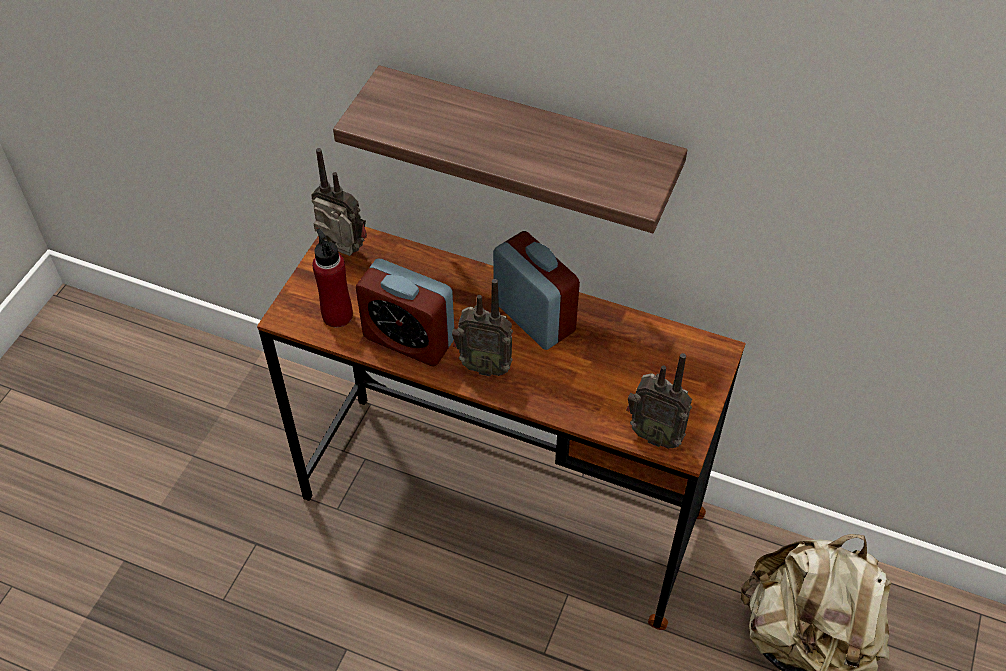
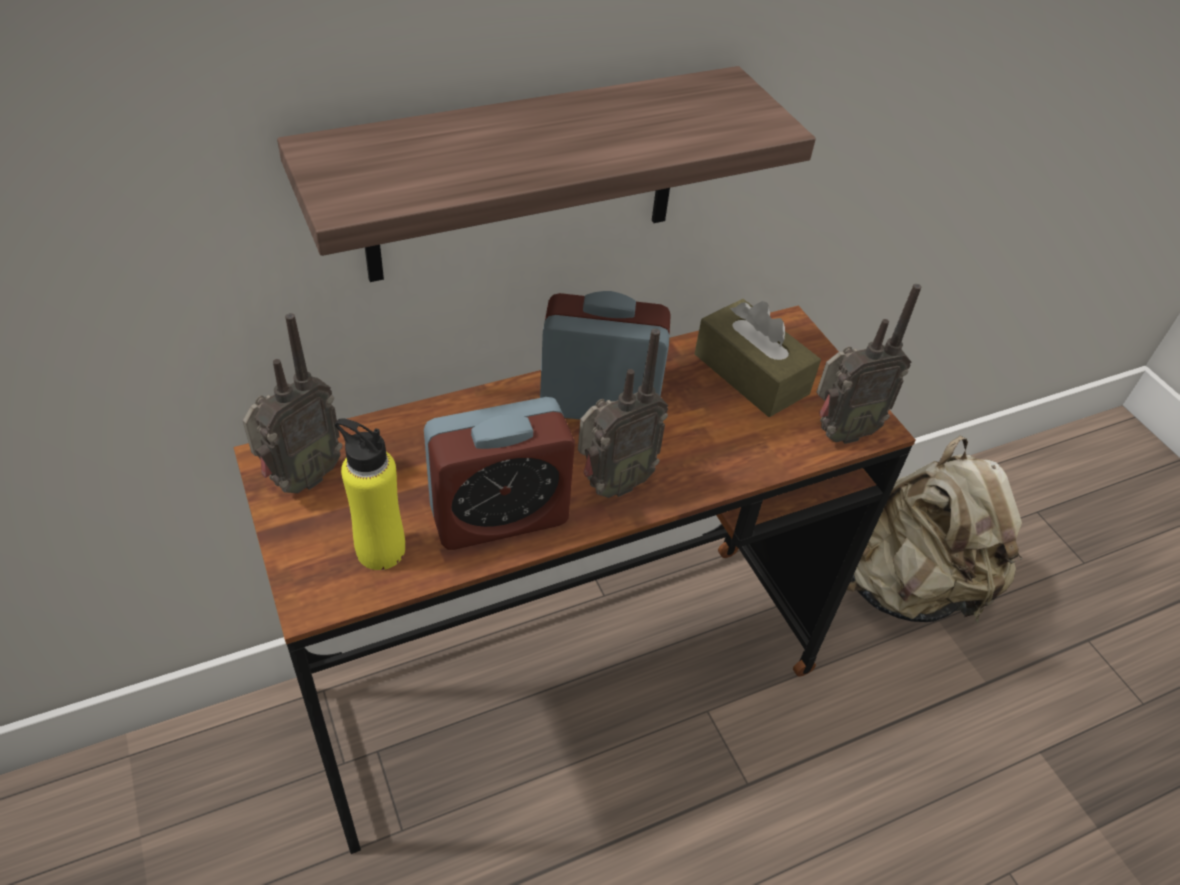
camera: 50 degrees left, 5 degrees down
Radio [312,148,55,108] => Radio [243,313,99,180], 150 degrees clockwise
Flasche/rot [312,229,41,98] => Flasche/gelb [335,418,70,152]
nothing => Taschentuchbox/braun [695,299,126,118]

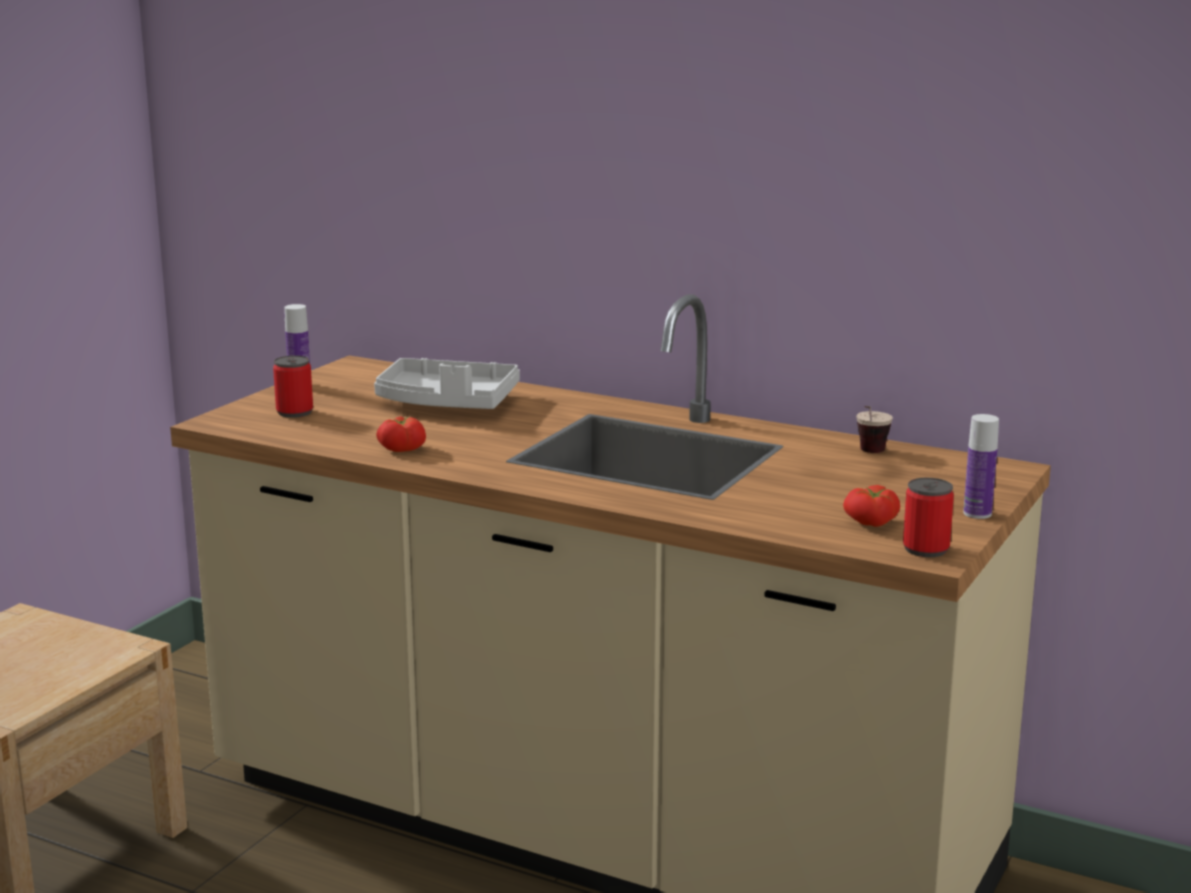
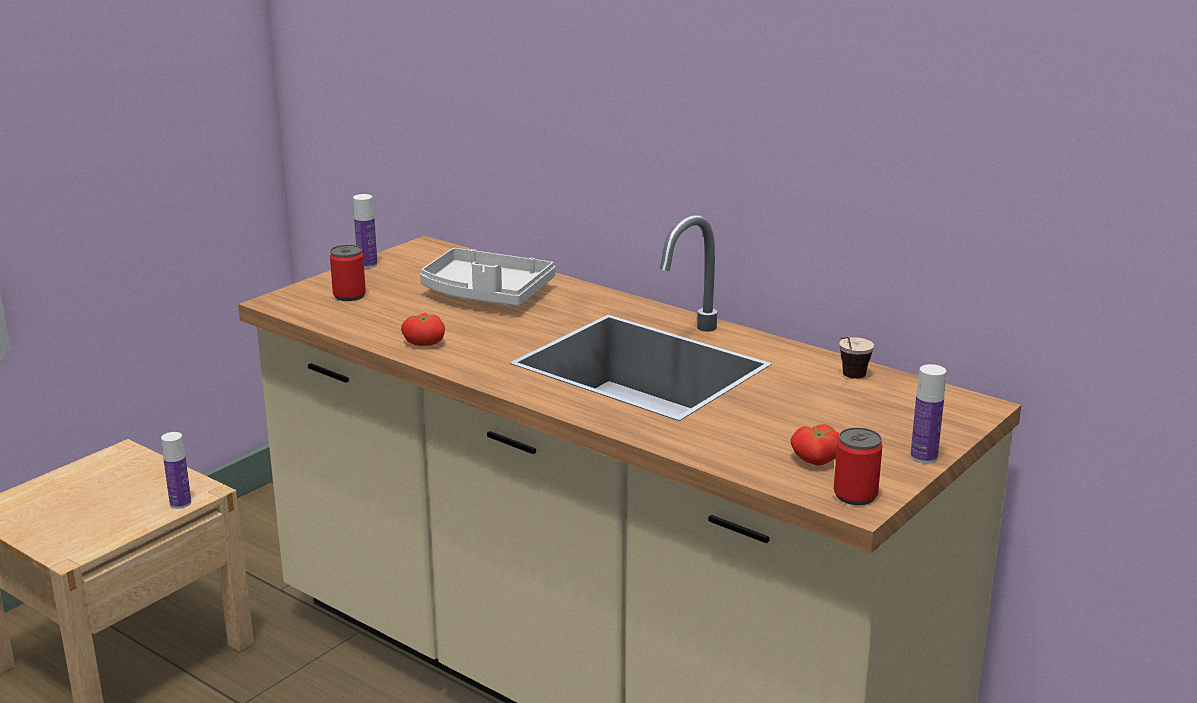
camera: 10 degrees right, 5 degrees up
nothing => Flasche [161,432,30,77]

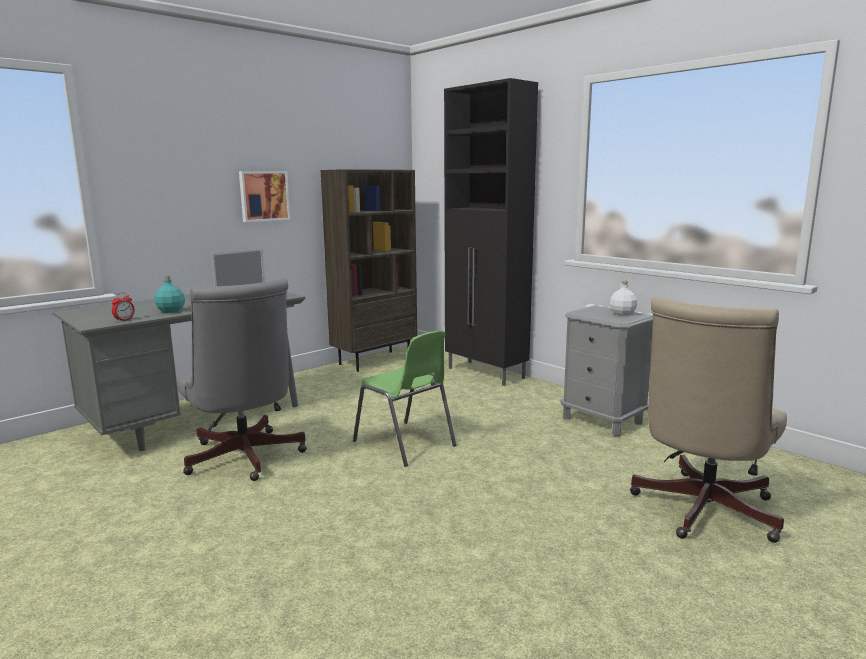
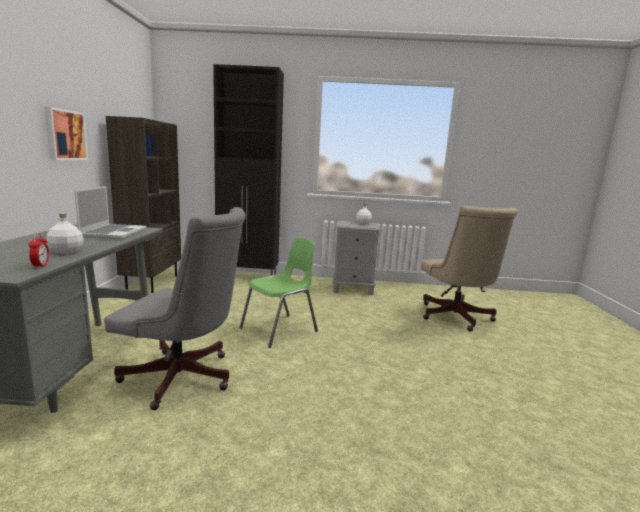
camera: 45 degrees left, 0 degrees up
Flasche/türkis [154,276,31,37] => Flasche/weiß [47,213,37,41]
Stuhl/grün [353,331,103,135] => Stuhl/grün [240,237,78,111], 45 degrees counterclockwise

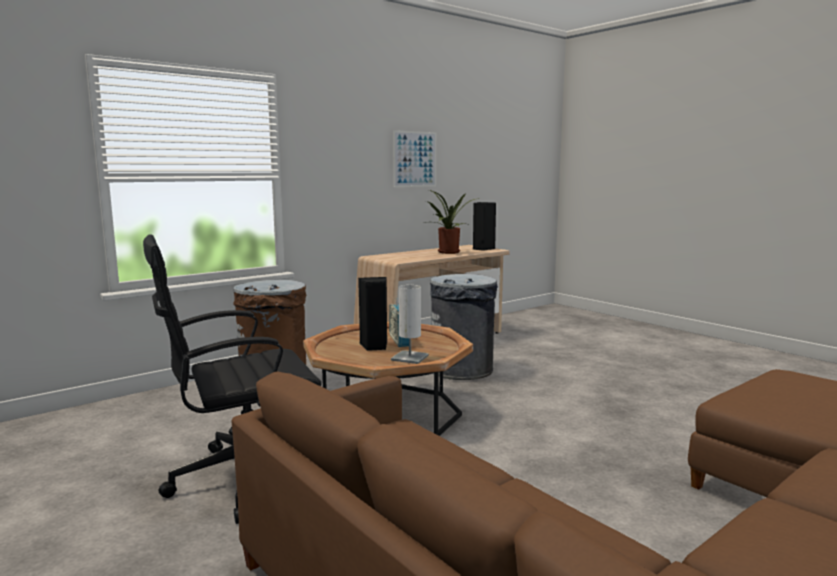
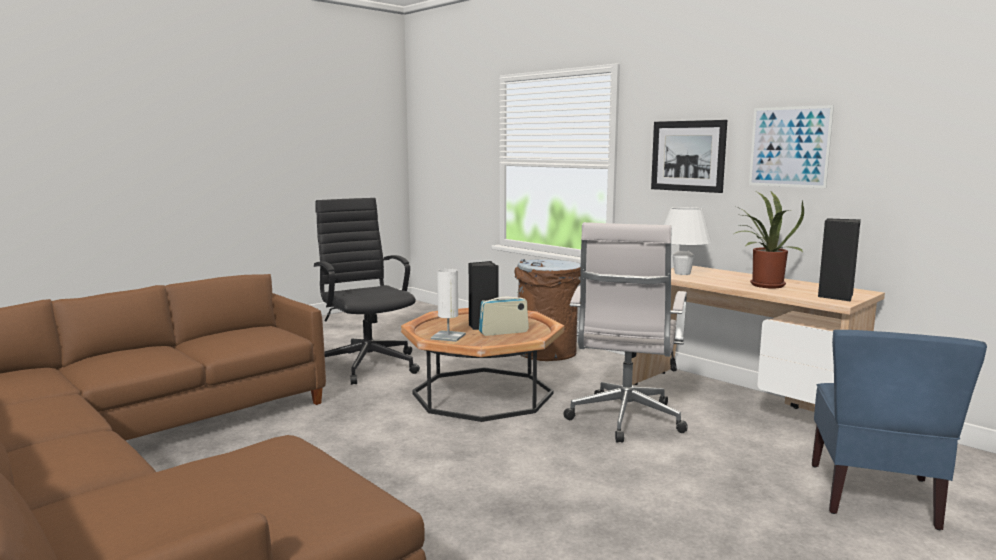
camera: 85 degrees right, 0 degrees up
Mülleimer/grau [430,274,68,106] => Bürostuhl/weiß [564,222,123,221]
nothing => Bild [651,120,76,73]
nothing => Tischlampe/weiß [664,207,47,68]
nothing => Stuhl/blau [812,330,175,200]

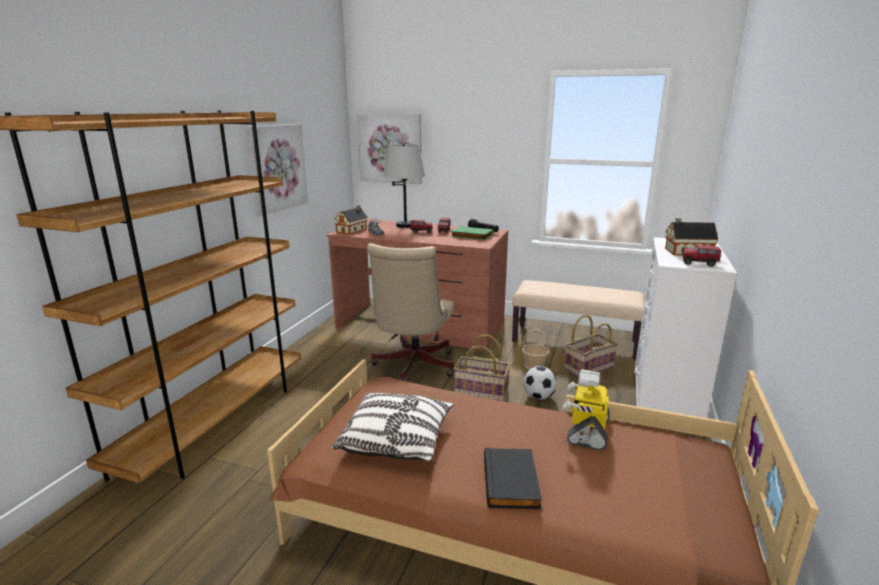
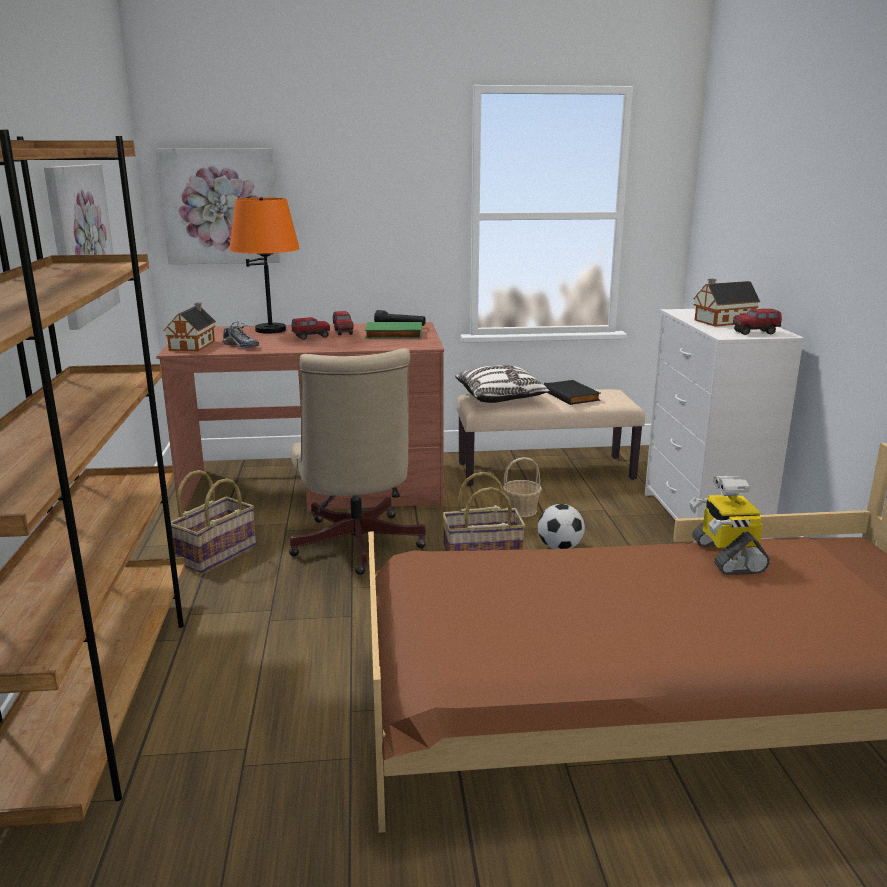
camera: 25 degrees left, 0 degrees up
Korb [564,315,54,62] => Korb [171,470,85,103], move
Tischlampe/grau [383,144,43,84] => Tischlampe/orange [229,197,71,137]
Kissen [332,392,122,70] => Kissen [455,365,96,38], move
Buch/schwarz [484,448,58,61] => Buch/schwarz [544,380,57,25], move

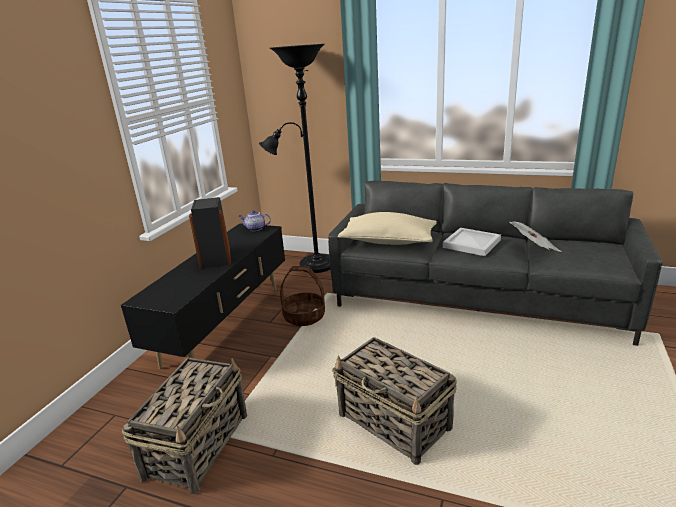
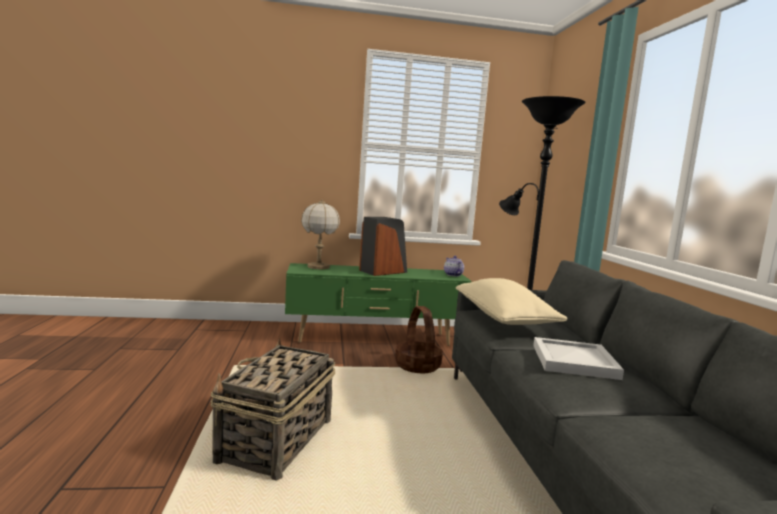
camera: 60 degrees right, 15 degrees down
Fernsehschrank/schwarz [121,223,164,146] => Fernsehschrank/grün [285,263,187,83]
nothing => Tischlampe [301,199,39,70]
Korb [122,357,125,138] => nothing
Zeitung [509,221,53,31] => nothing

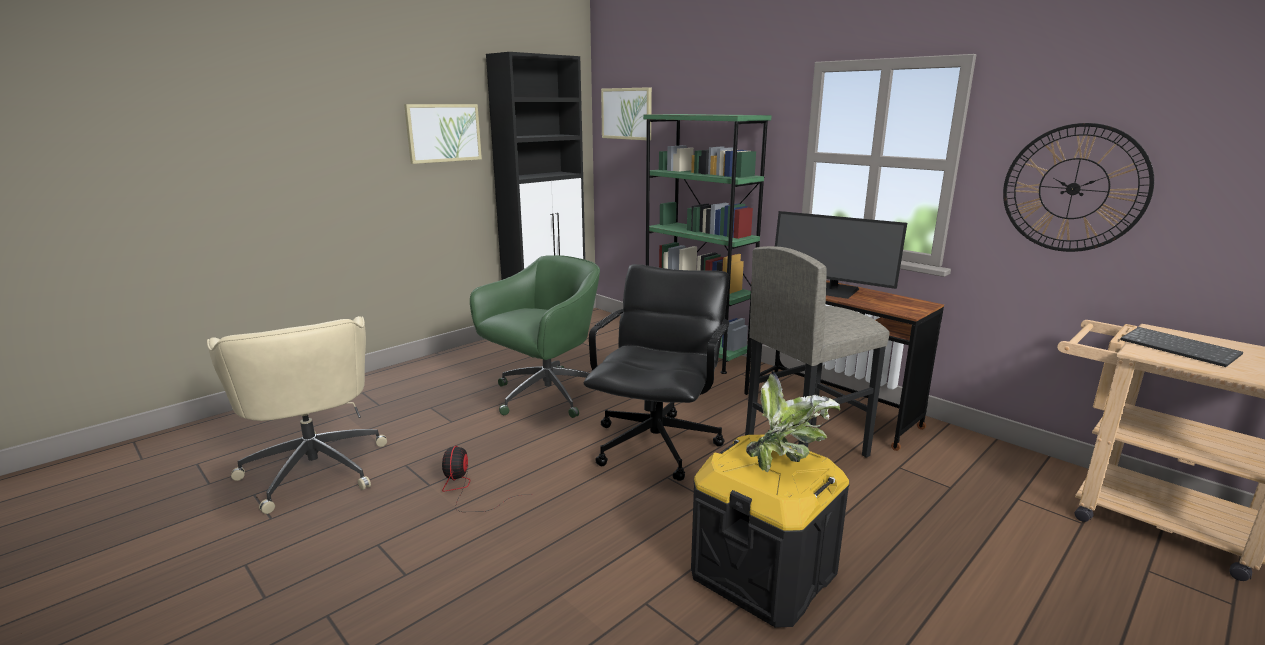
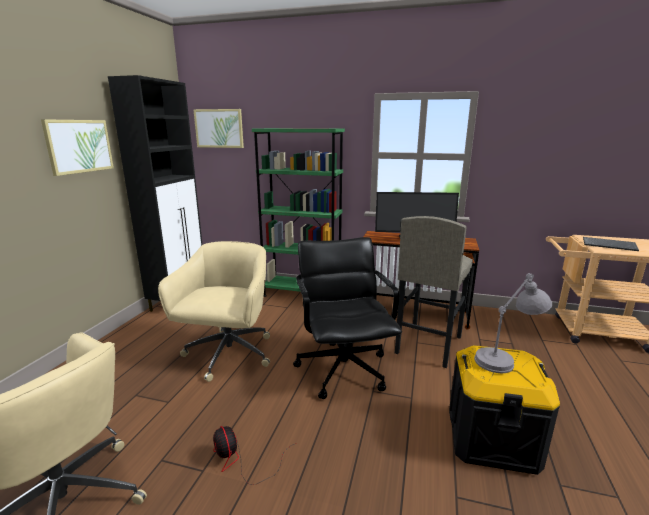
camera: 30 degrees left, 0 degrees up
Bürostuhl/grün [470,255,132,163] => Bürostuhl/beige [158,241,112,141]
Topfpflanze [746,371,94,101] => Tischlampe/grau [474,273,78,100]
Wanduhr [1003,123,151,129] => nothing

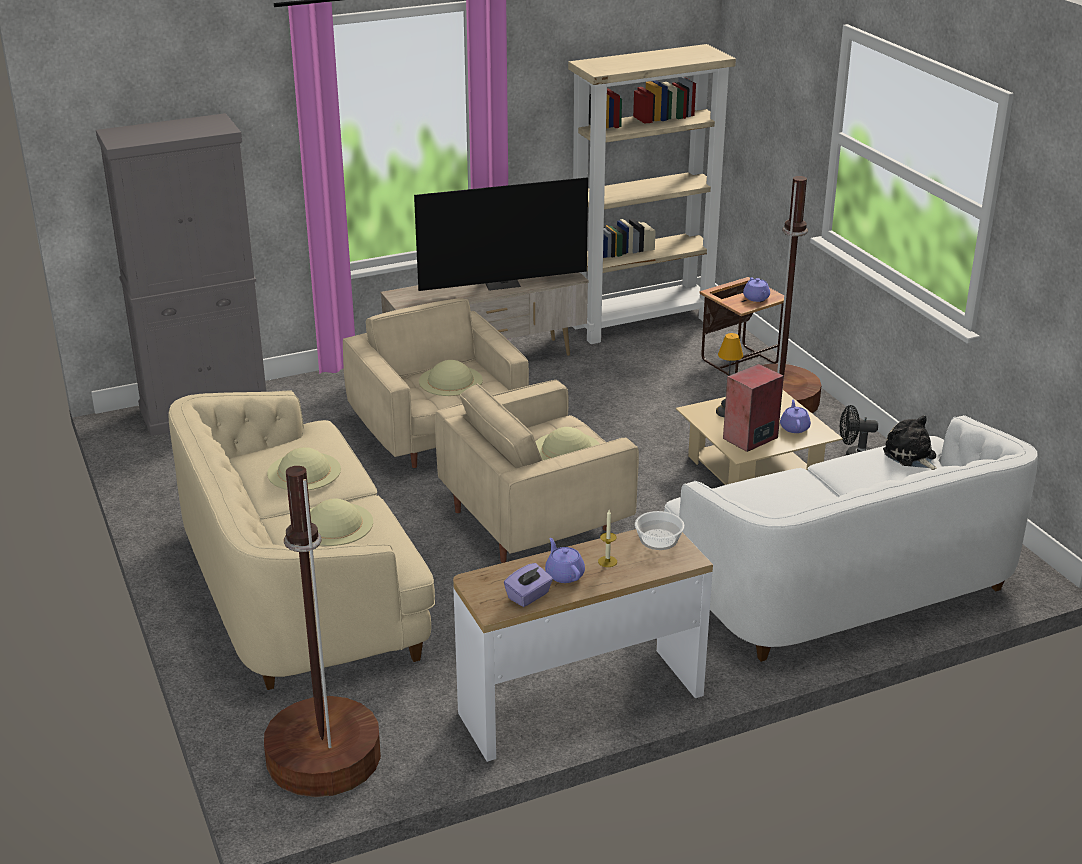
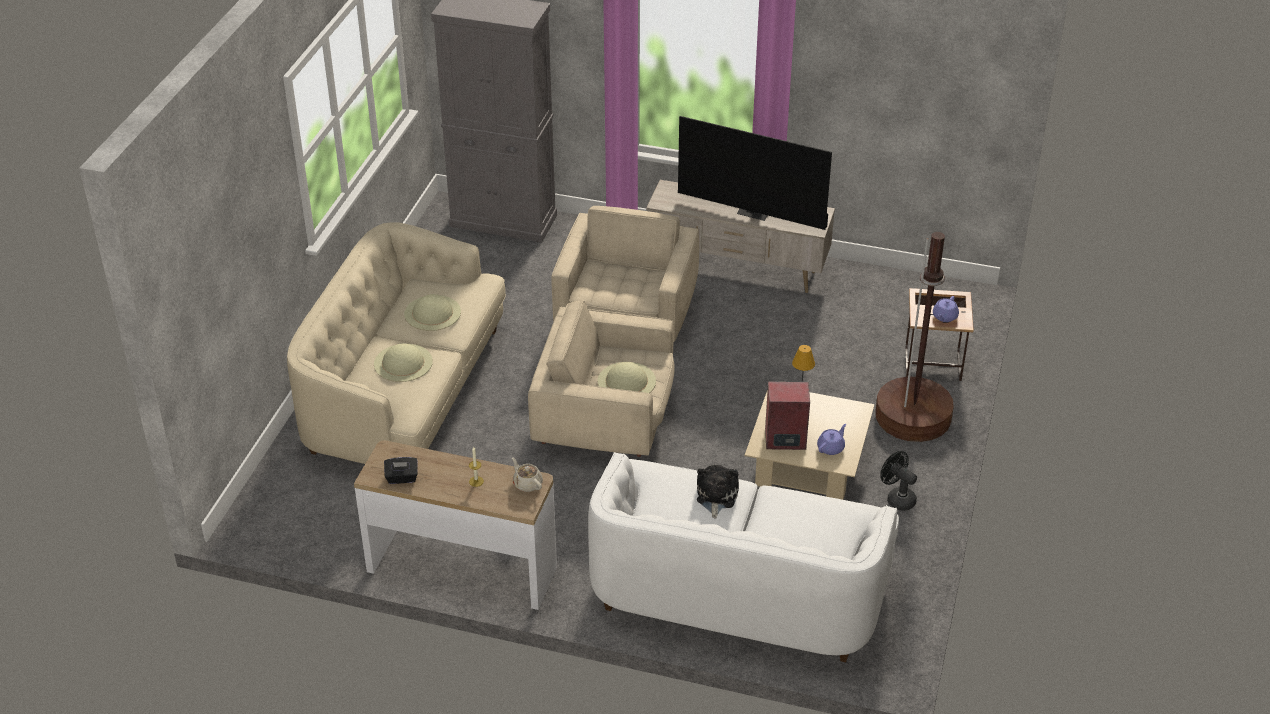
camera: 40 degrees right, 10 degrees up
Taschentuchbox/lila [504,563,49,44] => Taschentuchbox/schwarz [384,457,34,27]
Schüssel [635,511,49,39] => Teekanne/beige [512,457,31,35]
Plüschtier [883,415,54,55] => Plüschtier [697,465,42,54], move
Stehlampe/braun [264,466,117,331] => nothing
Hut/beige [419,360,64,36] => nothing
Teekanne/lila [545,538,40,45] => nothing
Bücherregal/beige [568,44,168,300] => nothing

